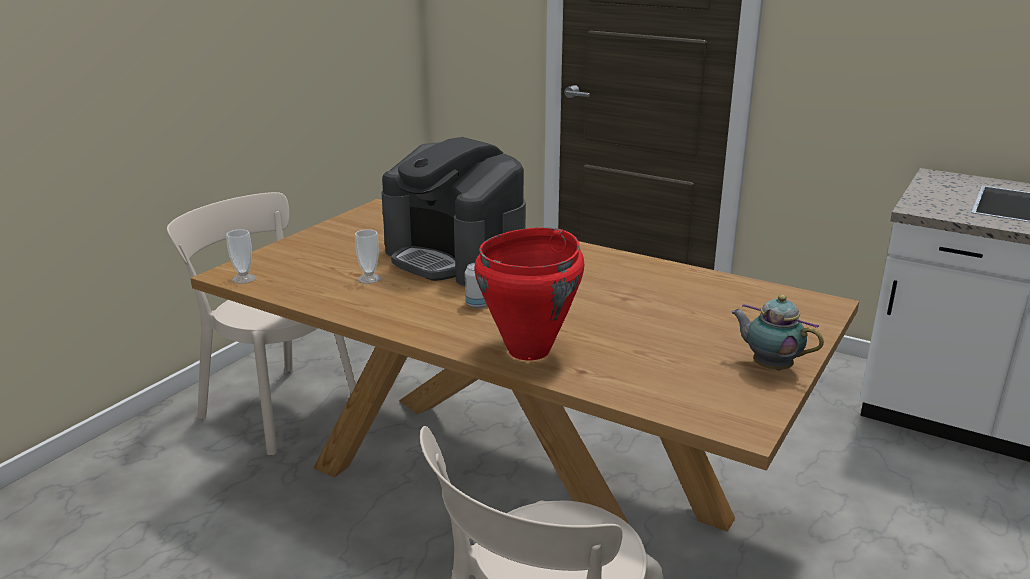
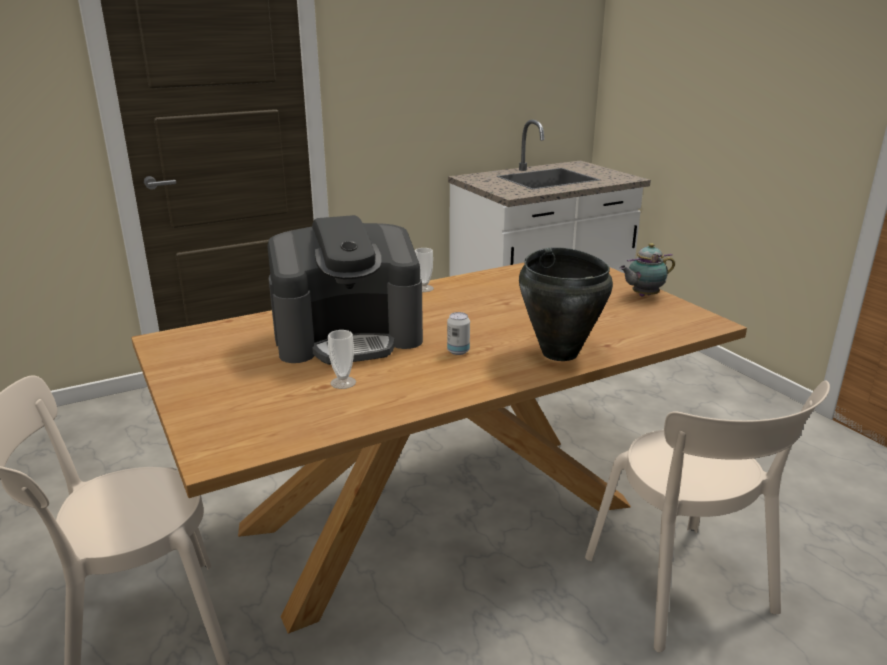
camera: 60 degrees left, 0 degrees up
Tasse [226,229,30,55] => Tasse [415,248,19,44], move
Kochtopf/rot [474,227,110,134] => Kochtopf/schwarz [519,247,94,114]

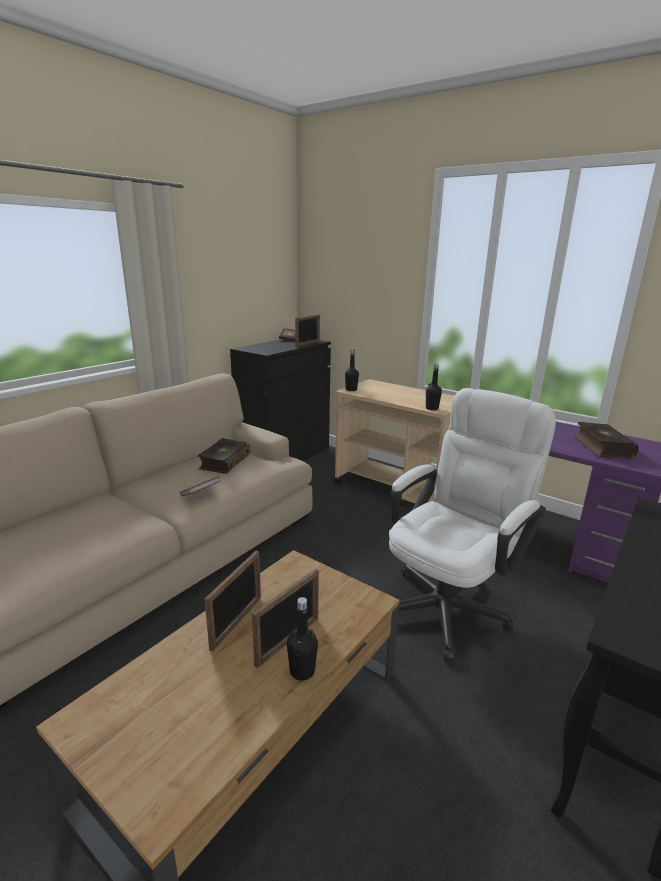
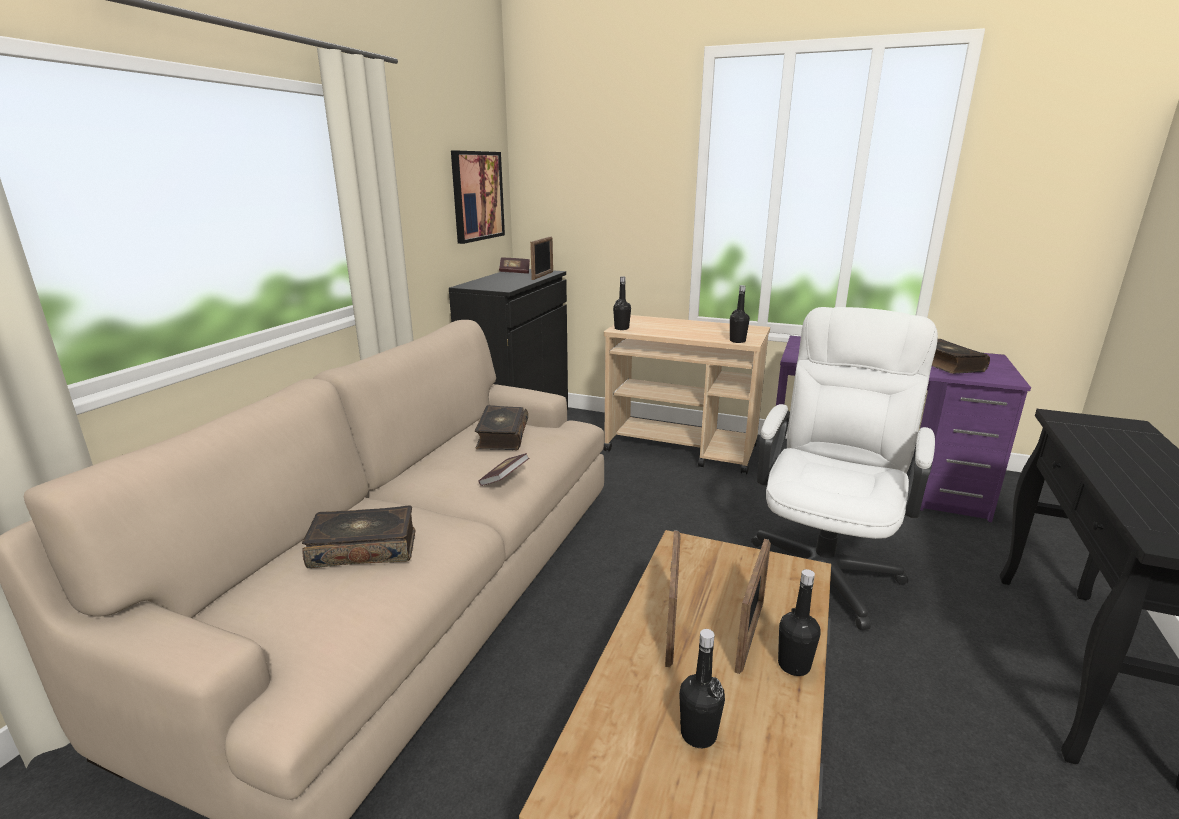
camera: 15 degrees left, 0 degrees up
nothing => Buch [302,505,114,63]
nothing => Bild [451,151,54,93]
nothing => Flasche/schwarz [679,629,46,119]

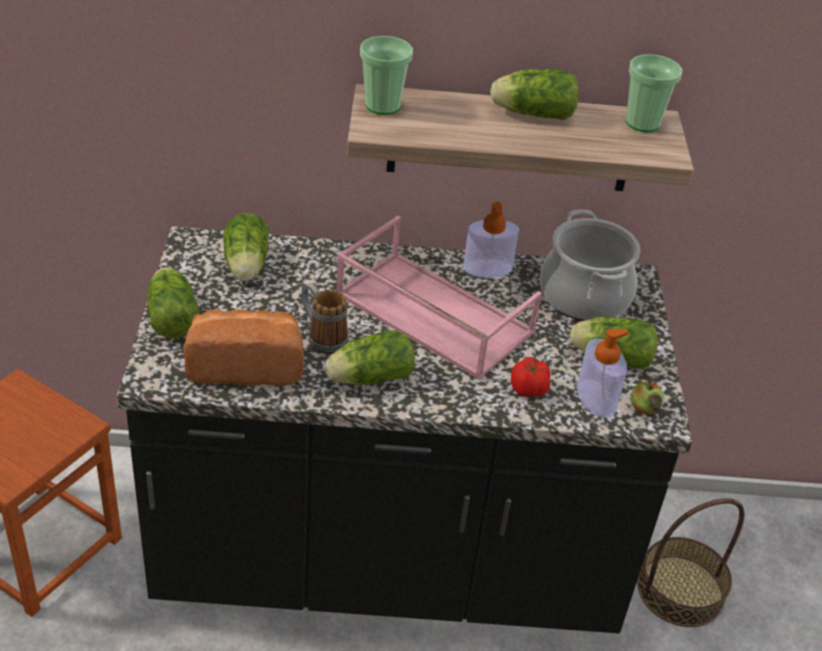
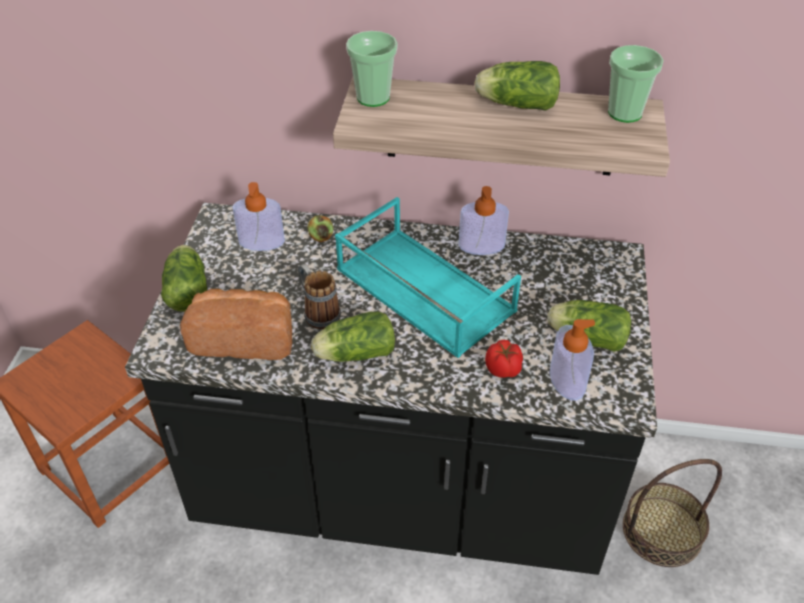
camera: 10 degrees right, 5 degrees up
Salatkopf [223,213,46,68] => Seifenspender [232,182,53,69]
Apfel [630,381,34,34] => Apfel [308,214,25,28], move
Tablett/rosa [337,216,205,164] => Tablett/türkis [335,197,186,161]
Kochtopf [540,210,100,111] => nothing

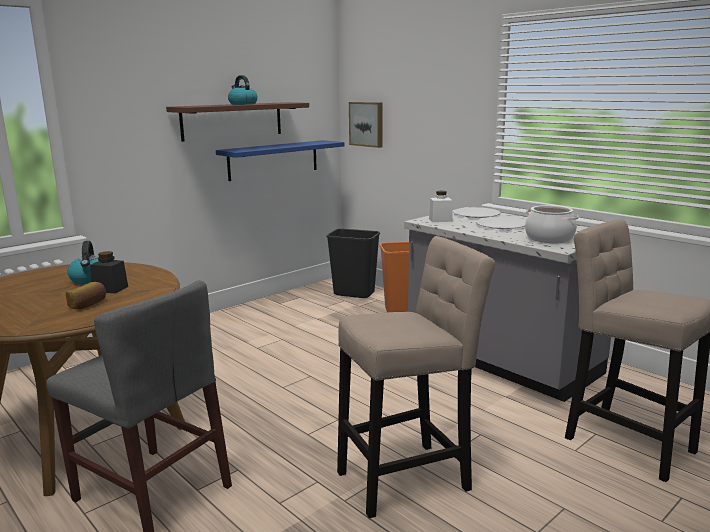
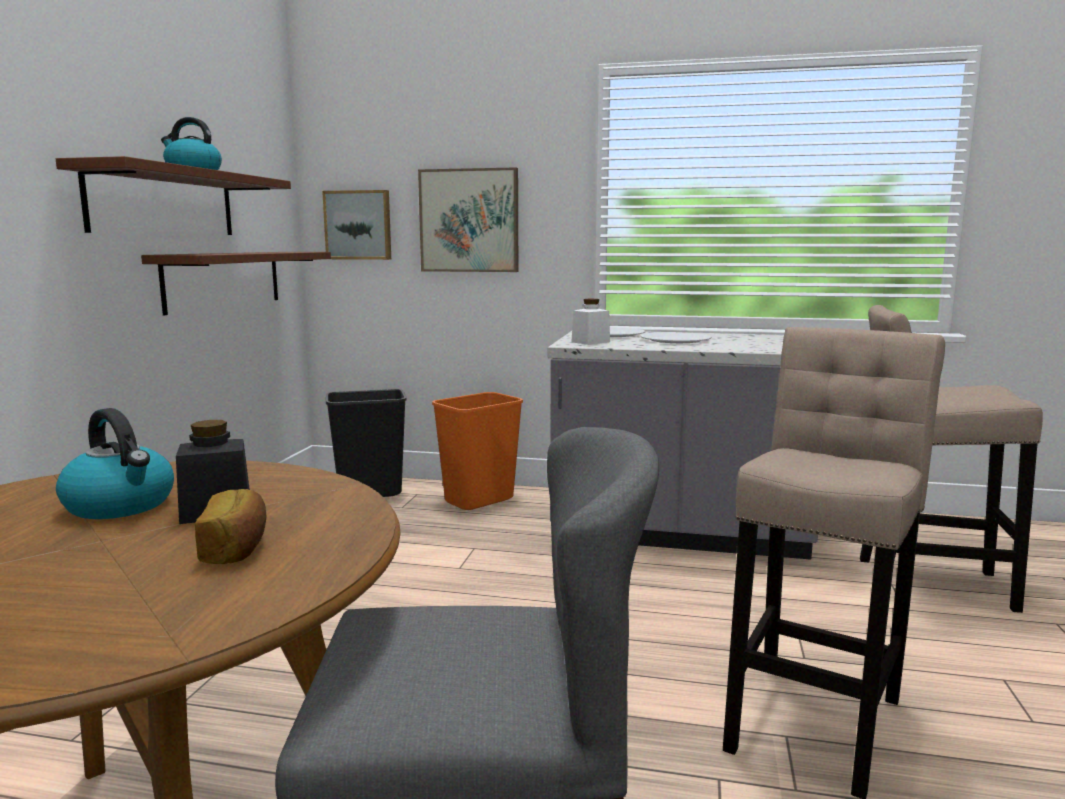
camera: 35 degrees left, 5 degrees down
Wandregal/blau [216,140,128,41] => Wandregal/braun [141,252,190,63]
nothing => Bild [418,167,100,105]
Kochtopf [525,205,53,38] => nothing

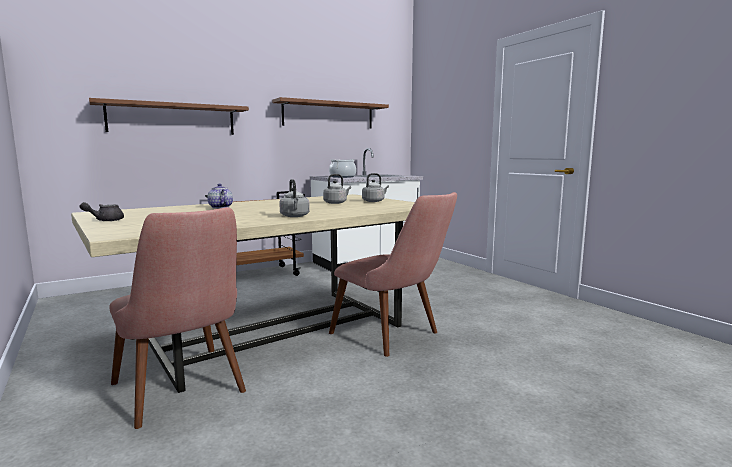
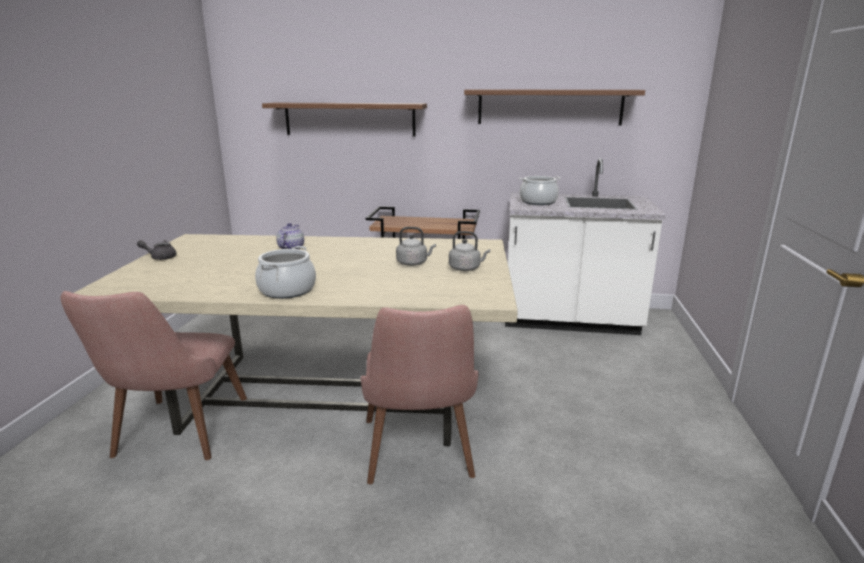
camera: 40 degrees right, 10 degrees up
Wasserkessel/grau [279,179,31,38] => Kochtopf [255,246,61,53]

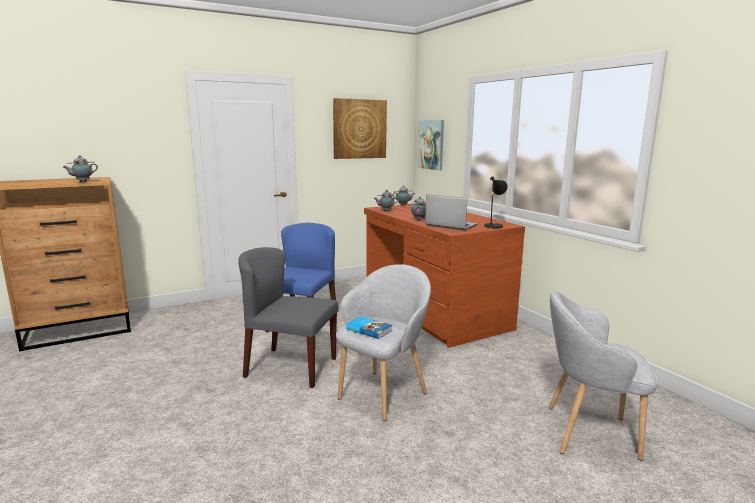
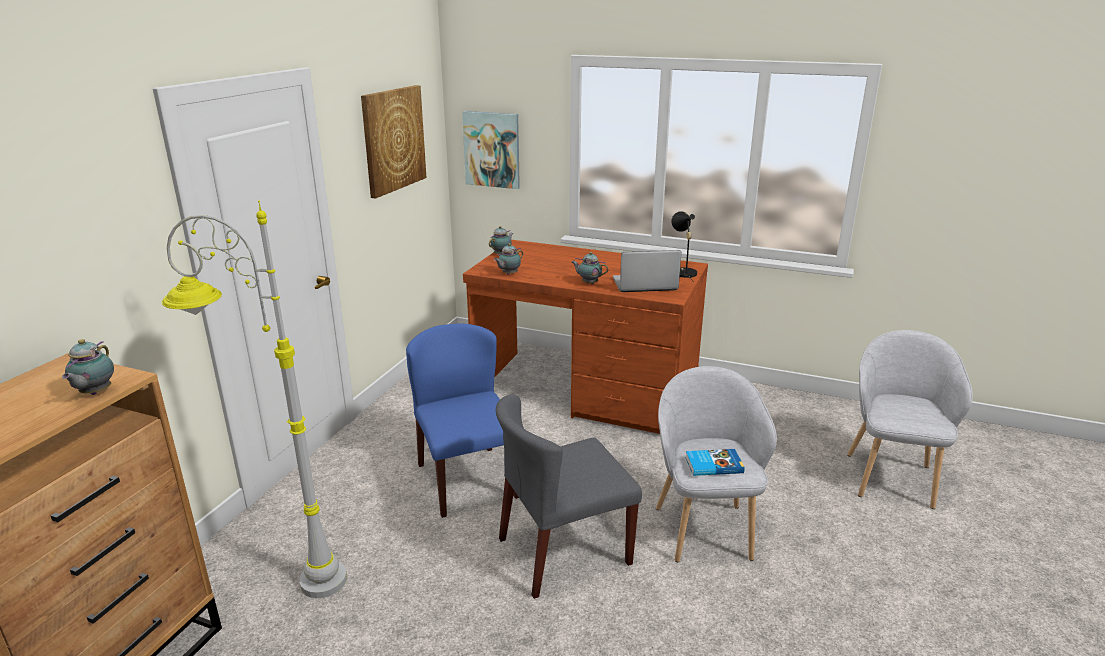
camera: 40 degrees left, 10 degrees up
nothing => Stehlampe/grau [162,201,185,397]
Sessel/grau [548,291,110,170] => Sessel/grau [847,330,126,179], 135 degrees clockwise

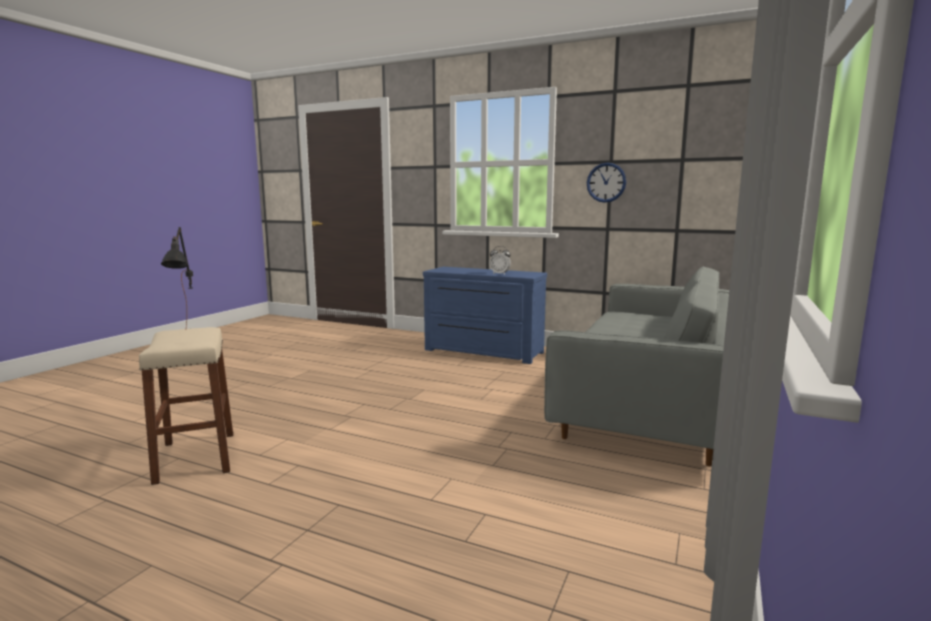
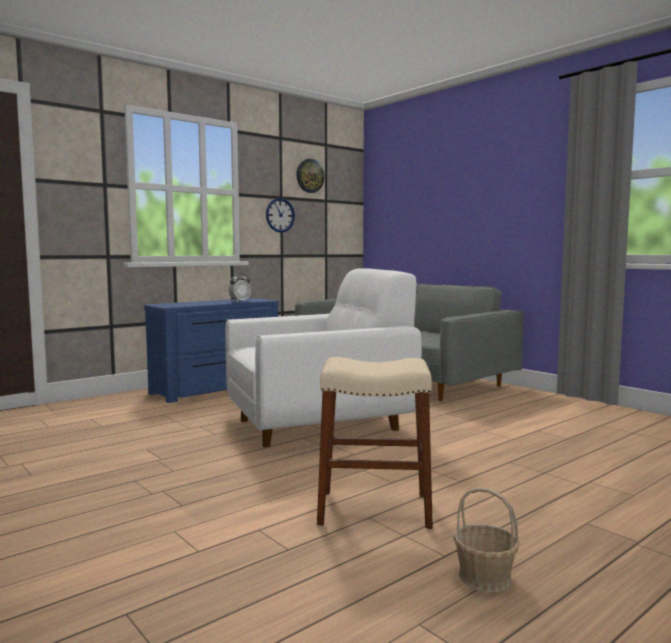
camera: 65 degrees left, 5 degrees down
nothing => Sessel/weiß [225,268,197,179]
nothing => Wanduhr [296,159,28,34]
nothing => Korb [454,487,65,105]
Tischlampe/schwarz [161,227,32,100] => nothing

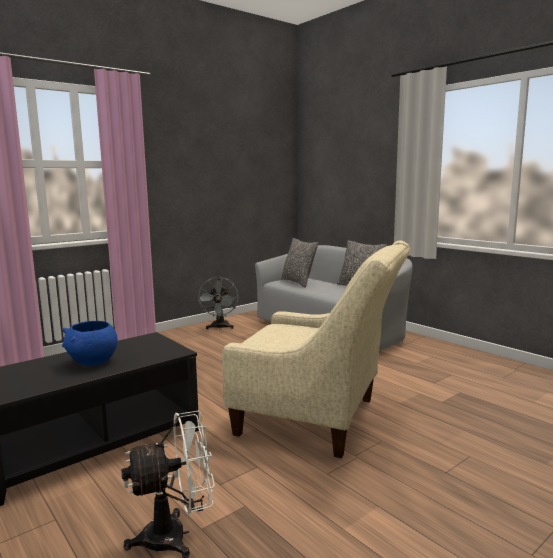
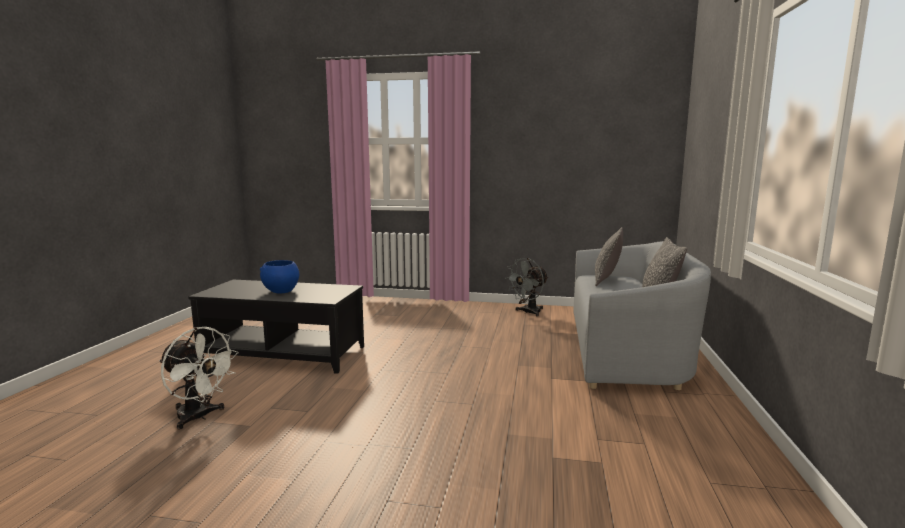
camera: 50 degrees right, 0 degrees up
Sessel/beige [222,240,188,218] => nothing

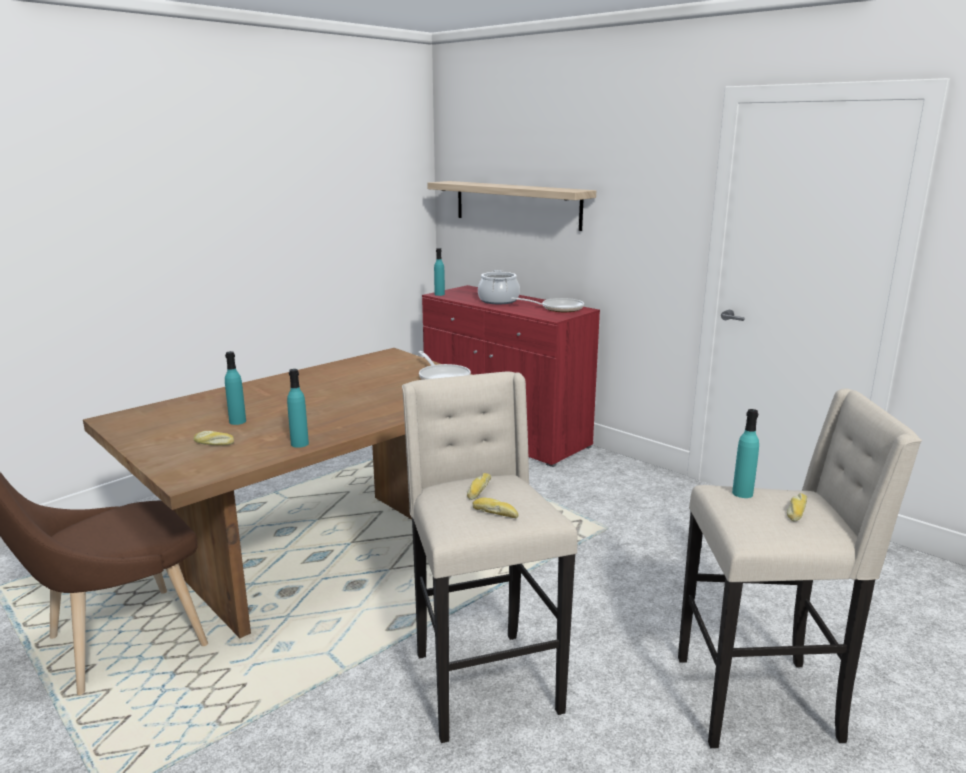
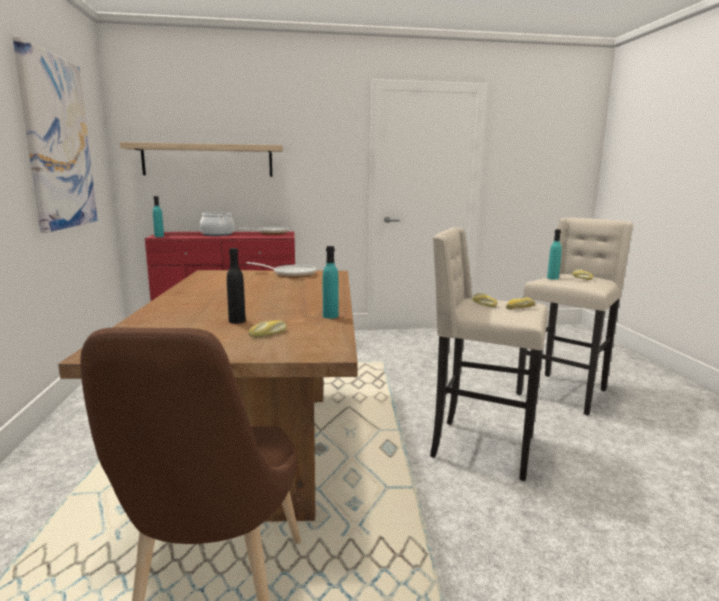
camera: 50 degrees left, 5 degrees down
nothing => Bild [13,36,85,197]
Flasche/türkis [225,351,21,74] => Flasche/schwarz [227,248,19,76]

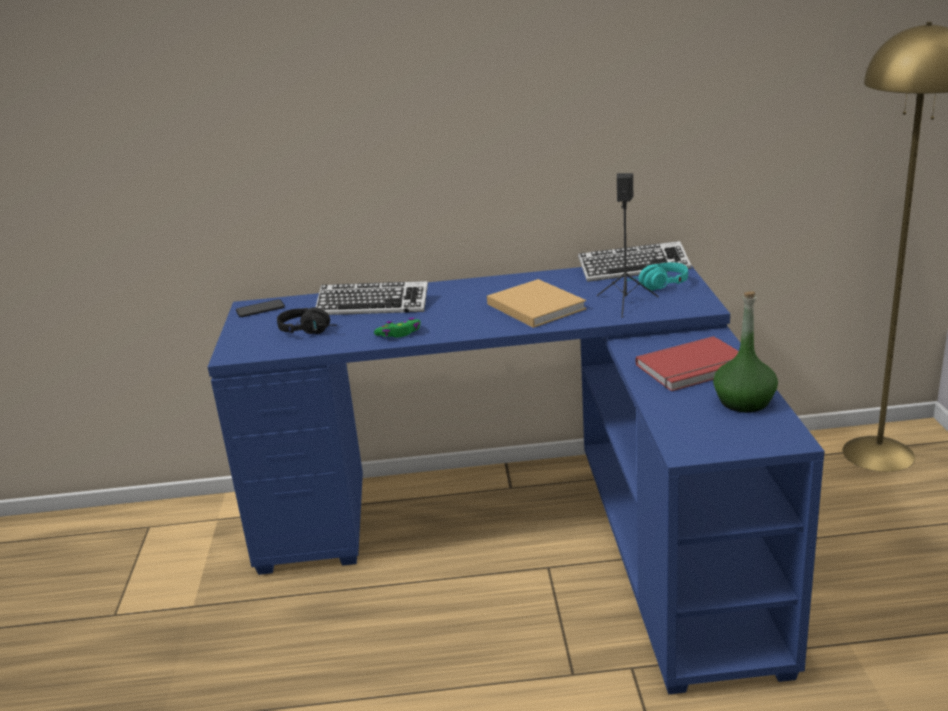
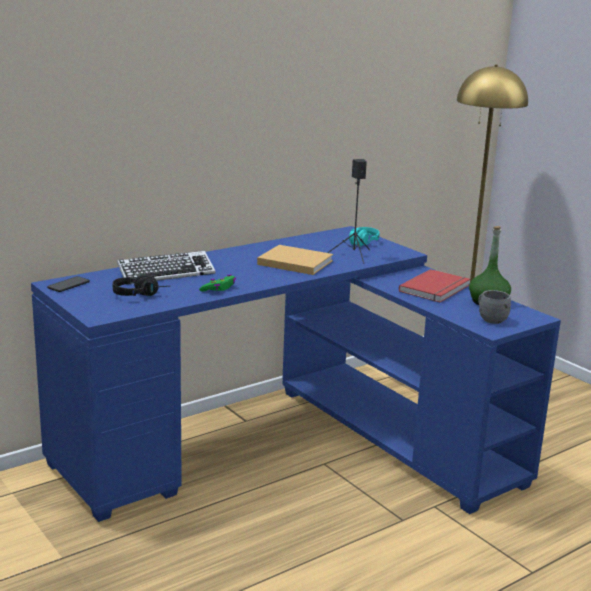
camera: 35 degrees left, 5 degrees down
nothing => Henkelbecher/grau [478,290,33,34]
Tastatur [578,241,113,41] => nothing

